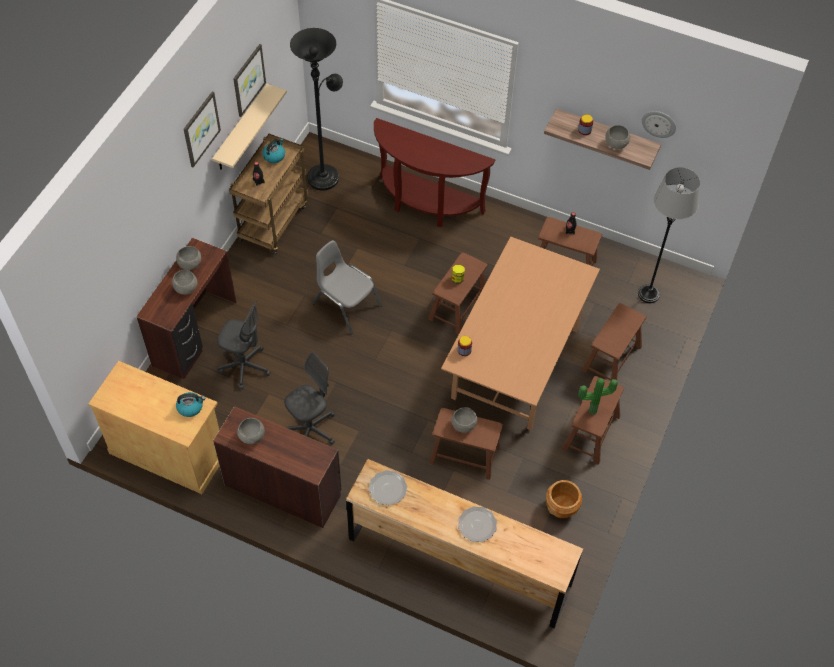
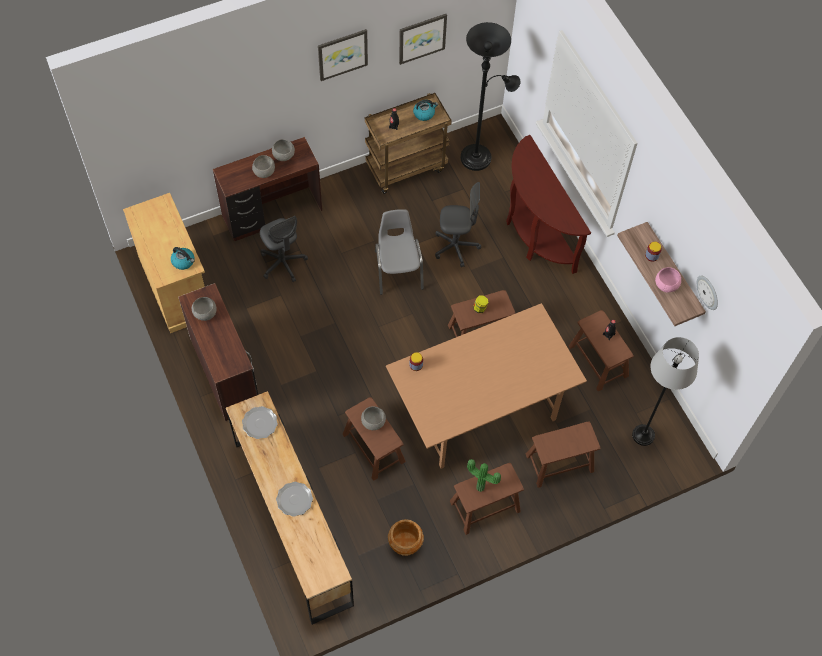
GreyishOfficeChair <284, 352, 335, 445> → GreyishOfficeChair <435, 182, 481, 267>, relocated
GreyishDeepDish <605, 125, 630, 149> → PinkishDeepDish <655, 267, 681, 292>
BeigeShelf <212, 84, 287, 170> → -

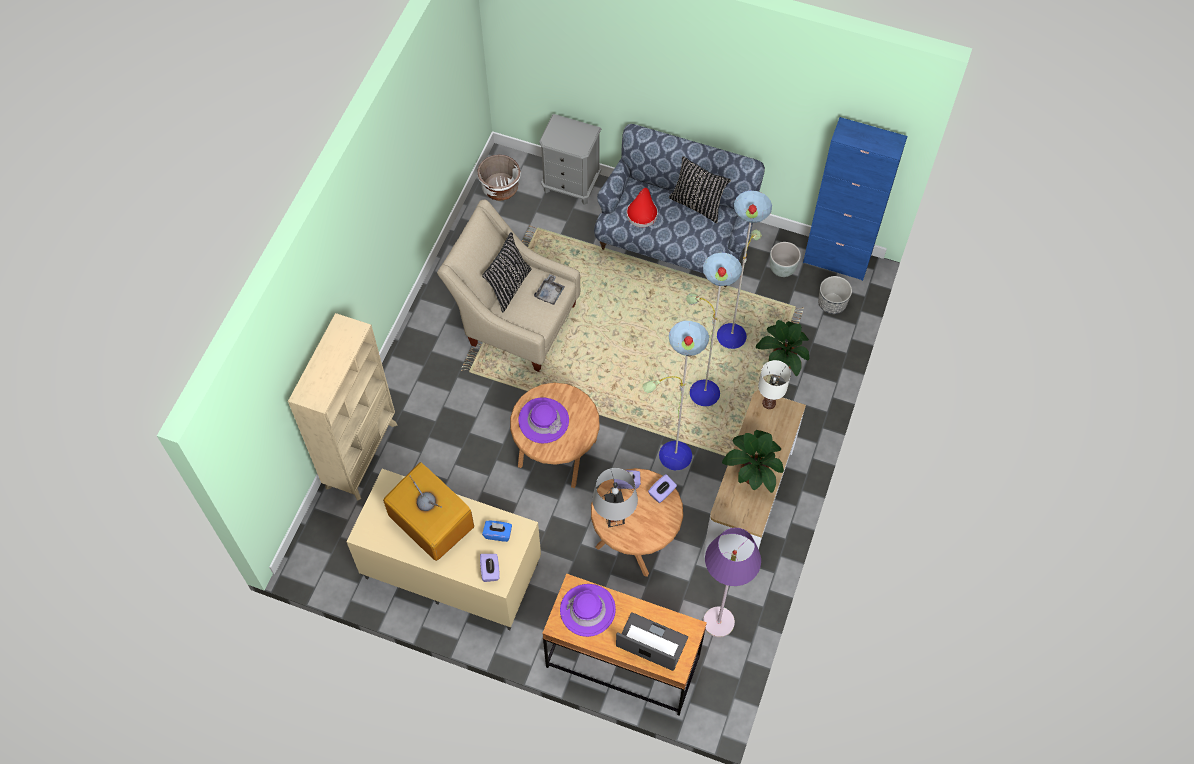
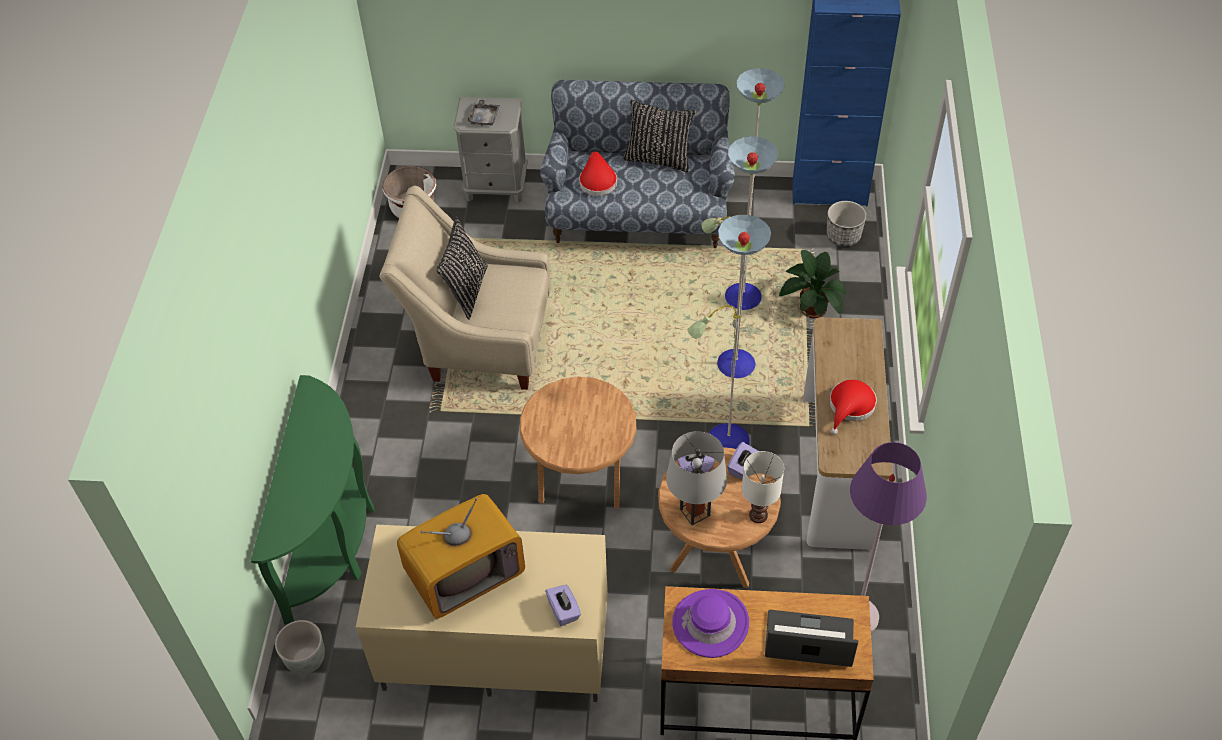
BeigeShelvingUnit <288, 313, 397, 501> → GreenNarrowTable <251, 375, 374, 625>
GreyishPlantPot <770, 242, 801, 277> → GreyishPlantPot <275, 620, 325, 674>, relocated
Tv <383, 462, 474, 561> → Tv <397, 494, 525, 619>, 120 degrees clockwise
GreyishTray <534, 274, 565, 305> → GreyishTray <468, 98, 500, 126>, relocated
WhitishTableLamp <758, 360, 791, 409> → WhitishTableLamp <742, 451, 784, 523>, relocated
Houseplant <722, 430, 784, 493> → RedClothingHat <829, 380, 877, 435>
BluishTissueHolder <482, 521, 512, 542> → -
PurplishClothingHat <518, 397, 569, 444> → -

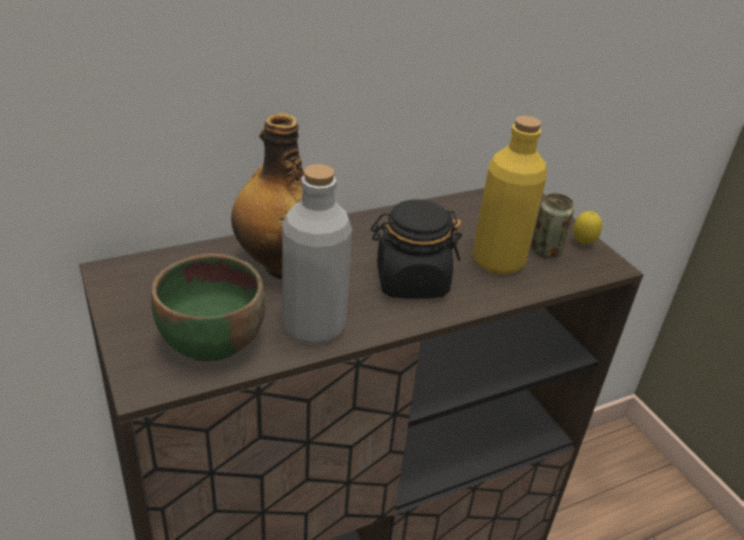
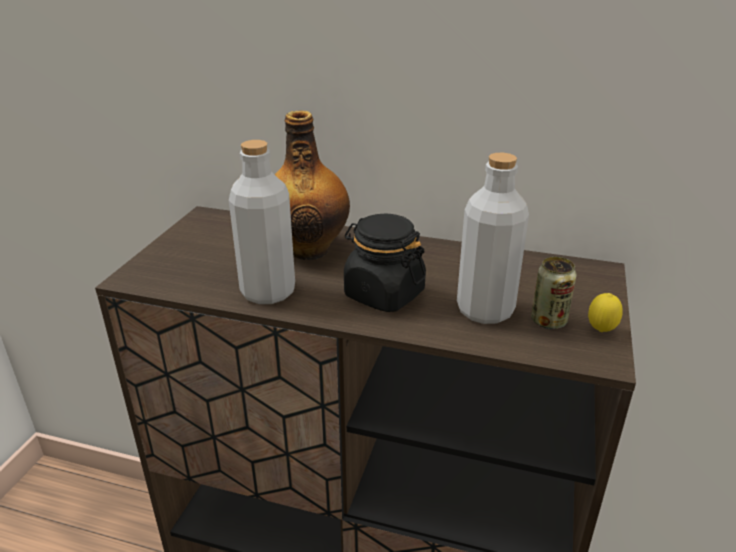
YellowDrinkBottle <472, 116, 547, 275> → GreyishDrinkBottle <457, 153, 529, 324>
GreenDeepDish <151, 253, 265, 361> → -

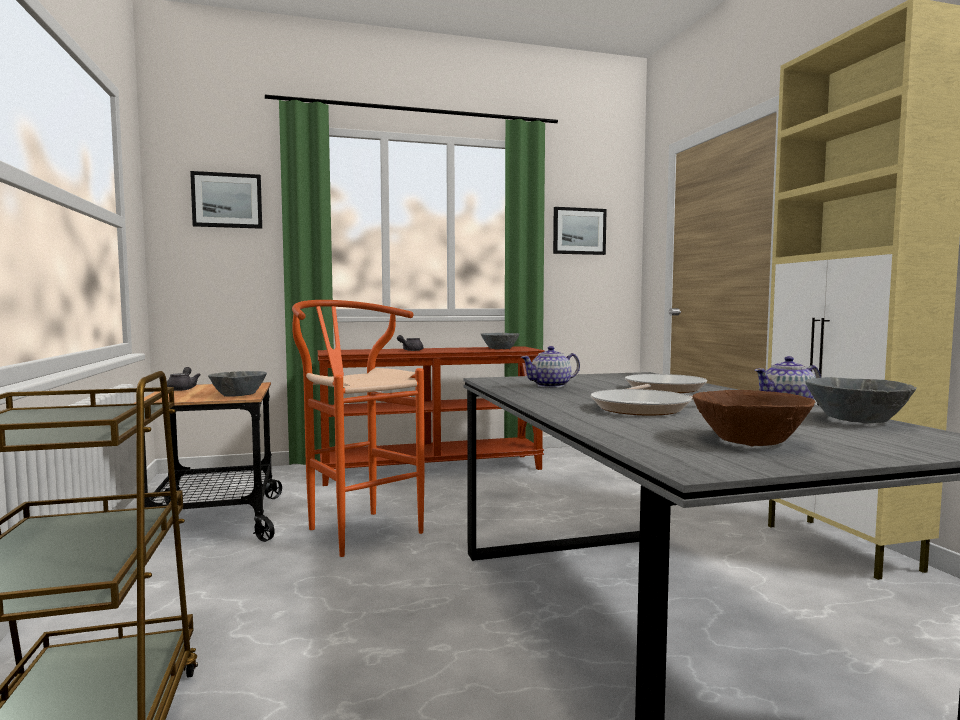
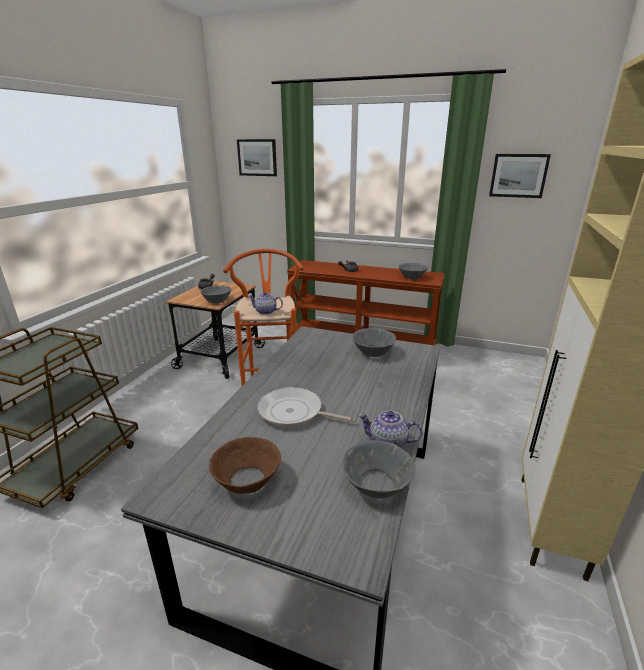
PotForTea <521, 346, 580, 388> → PotForTea <248, 292, 283, 315>, relocated
- → GreyishDeepDish <352, 328, 396, 357>
Pan <625, 374, 707, 393> → -

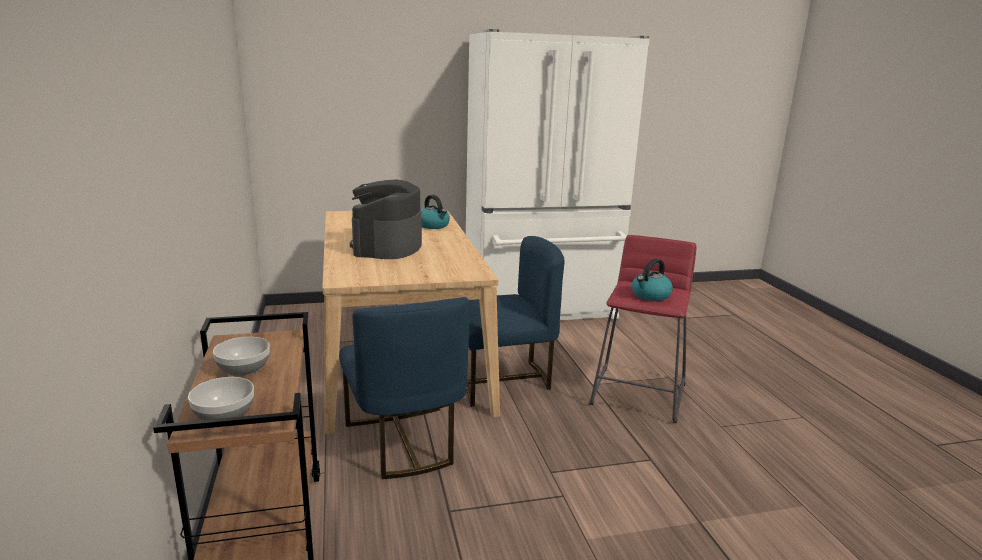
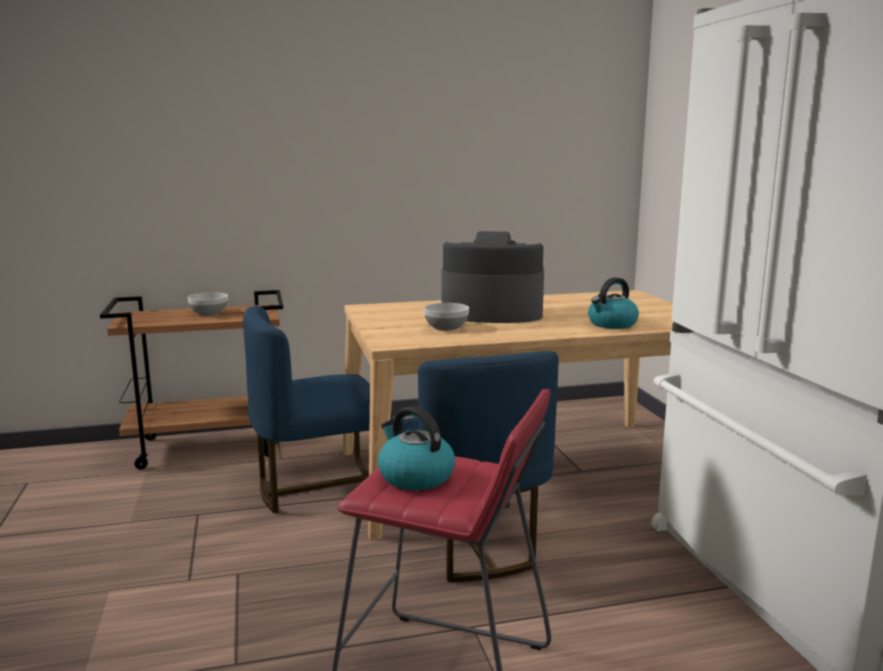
DeepDish <188, 377, 254, 420> → DeepDish <424, 303, 469, 331>, relocated

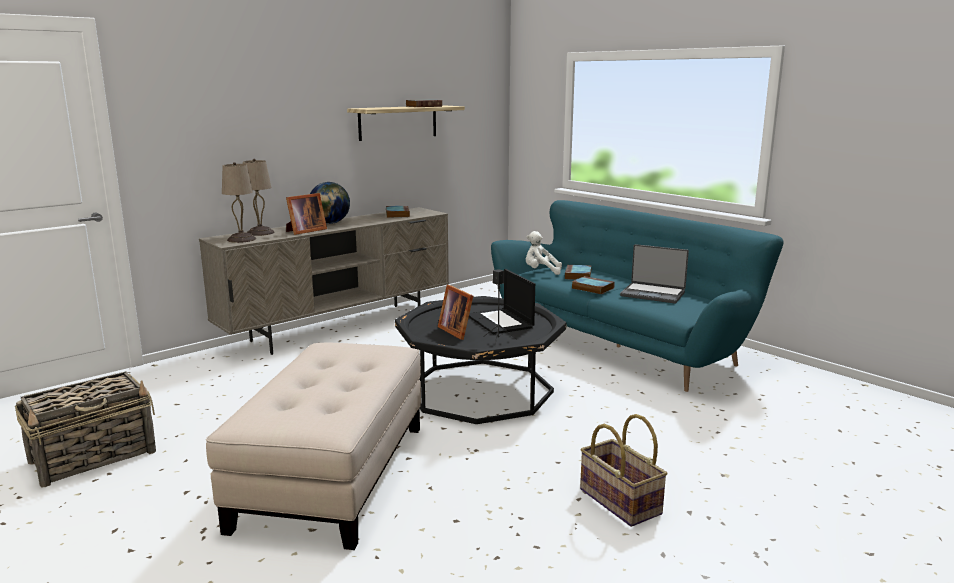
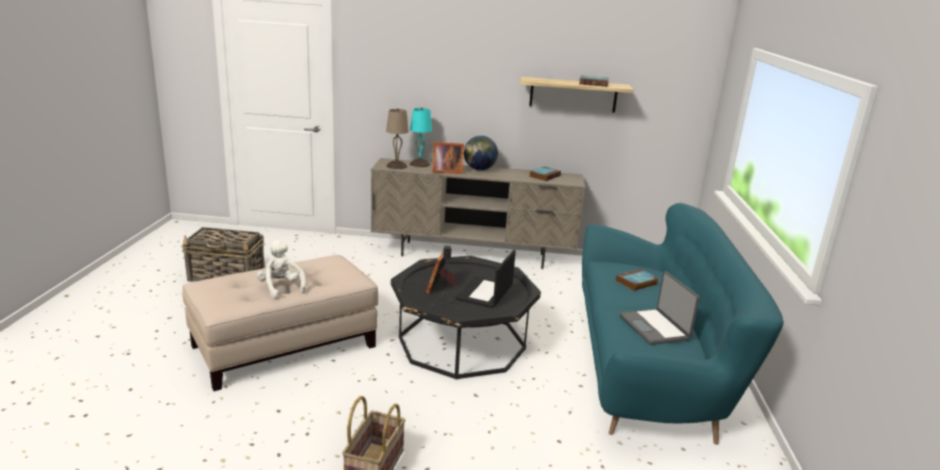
WhitishPlushToy <526, 231, 562, 275> → WhitishPlushToy <257, 240, 306, 298>, relocated
BeigeTableLamp <243, 159, 274, 236> → BlueGreenTableLamp <410, 108, 432, 167>
BoundBook <572, 276, 615, 294> → -

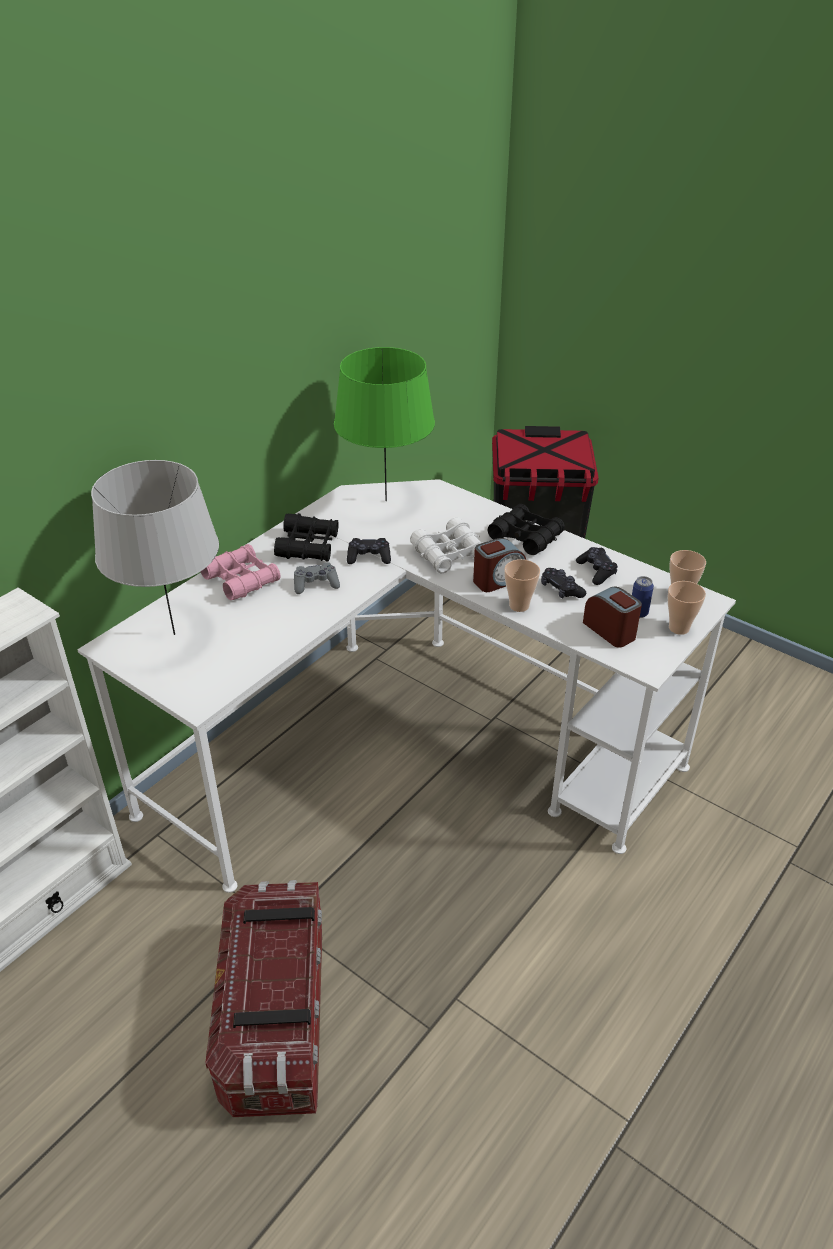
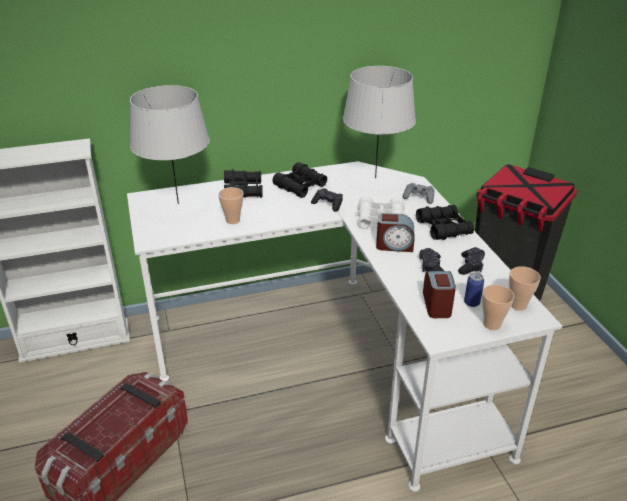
Cup <504, 559, 540, 612> → Cup <218, 187, 243, 224>, relocated
PinkishPairOfBinoculars <200, 544, 281, 600> → BlackColouredPairOfBinoculars <224, 169, 263, 198>
GreenTableLamp <334, 347, 435, 501> → GreyishTableLamp <343, 66, 416, 178>
GreyishJoypad <294, 562, 340, 594> → GreyishJoypad <403, 183, 435, 204>, relocated

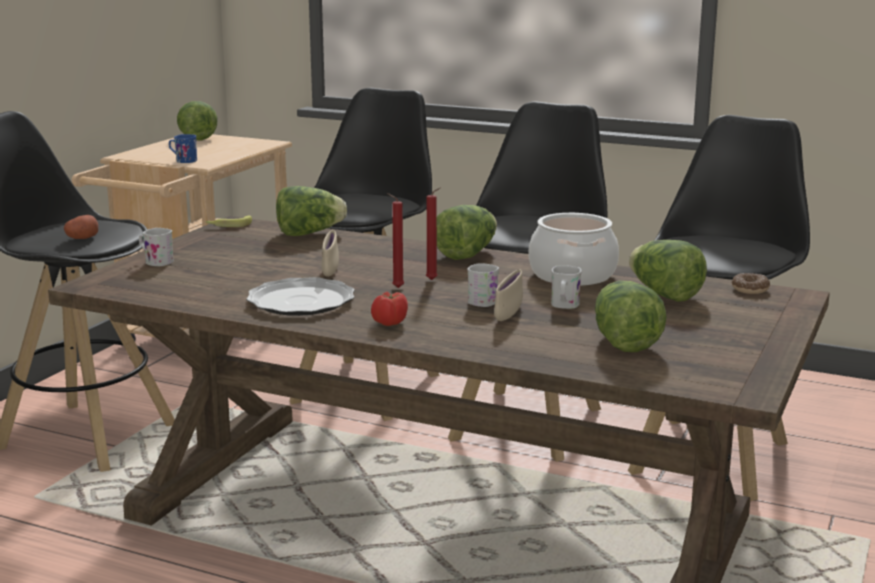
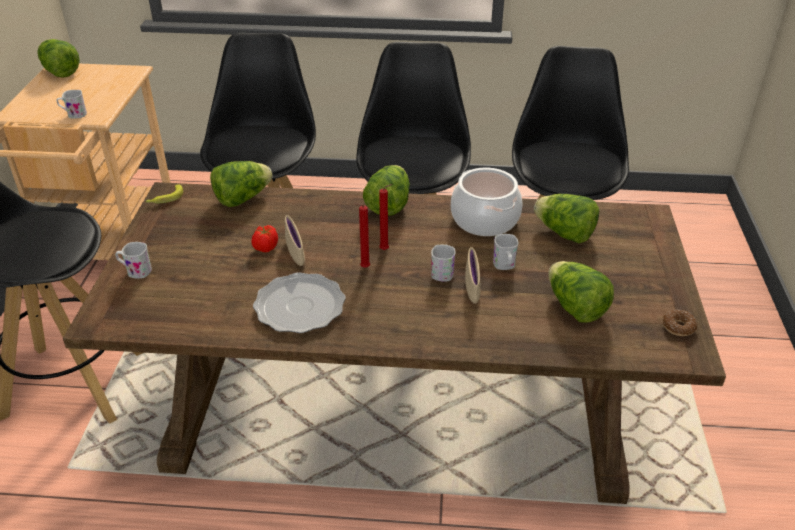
BluishCoffeeMug <169, 134, 197, 163> → WhitishCoffeeMug <56, 90, 87, 119>
FreshTomato <371, 292, 408, 326> → FreshTomato <251, 225, 278, 252>, relocated
Donut <732, 273, 770, 294> → Donut <663, 310, 697, 336>, relocated
Spud <64, 215, 98, 239> → -

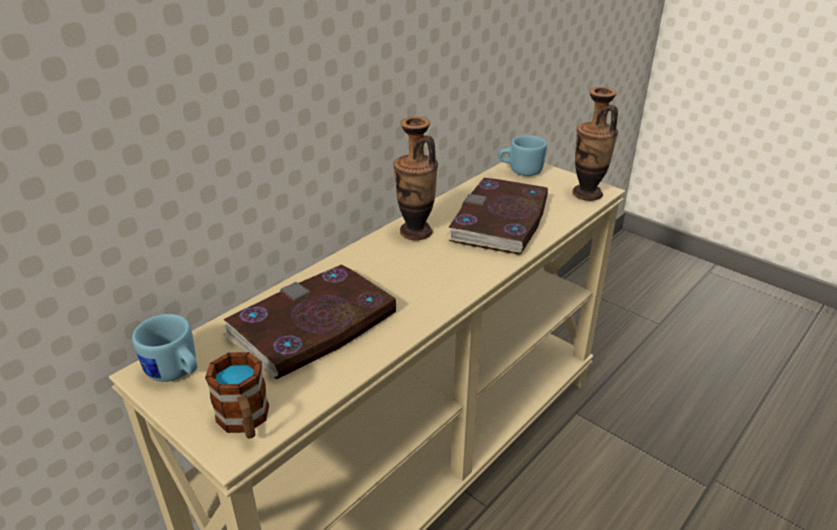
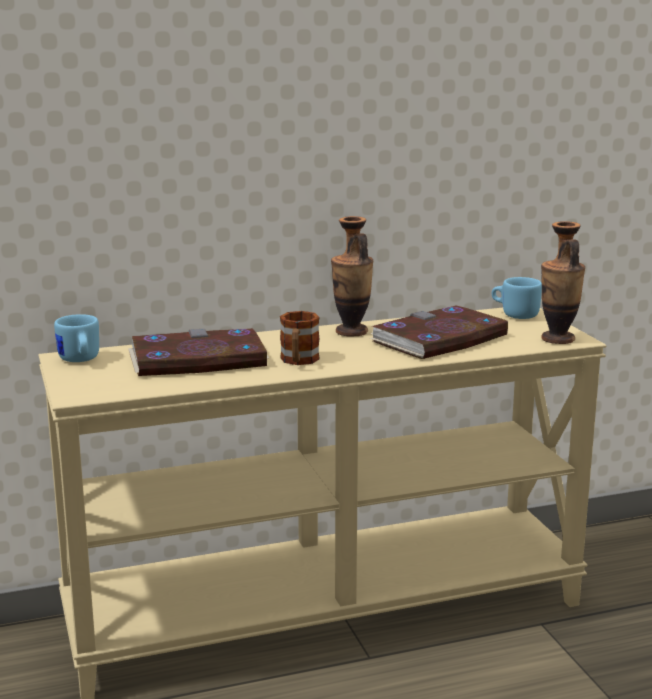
CoffeeMug <205, 352, 269, 439> → CoffeeMug <280, 311, 320, 365>, relocated

